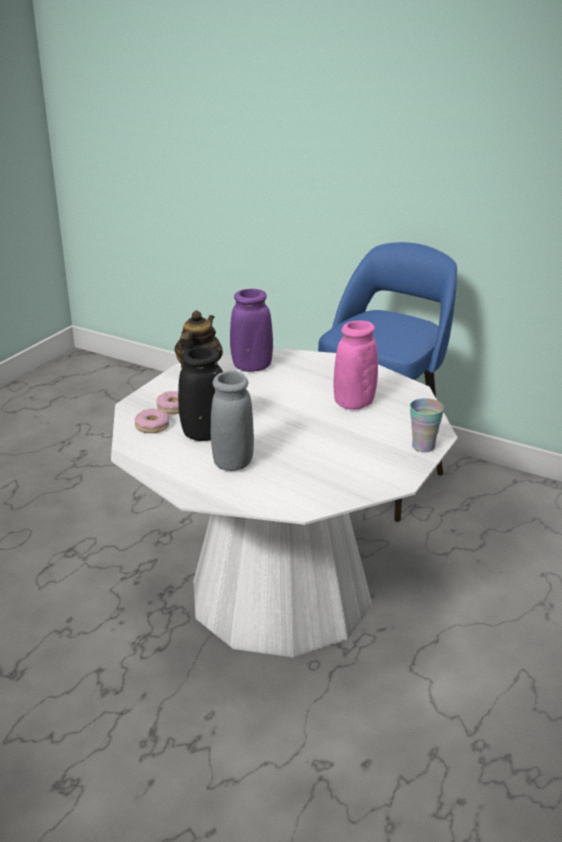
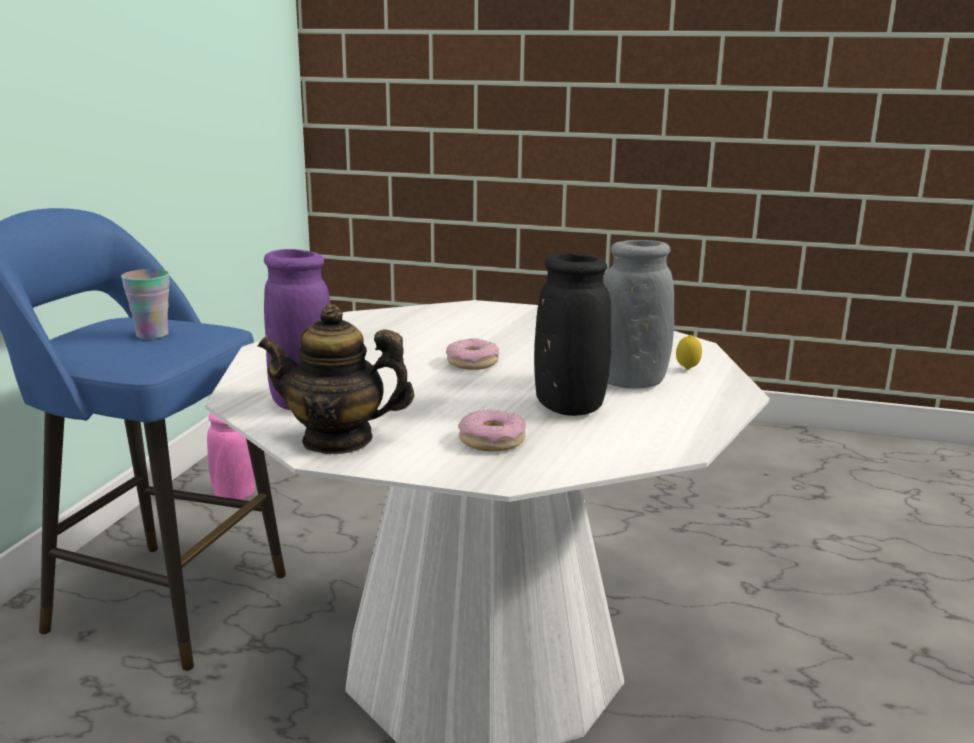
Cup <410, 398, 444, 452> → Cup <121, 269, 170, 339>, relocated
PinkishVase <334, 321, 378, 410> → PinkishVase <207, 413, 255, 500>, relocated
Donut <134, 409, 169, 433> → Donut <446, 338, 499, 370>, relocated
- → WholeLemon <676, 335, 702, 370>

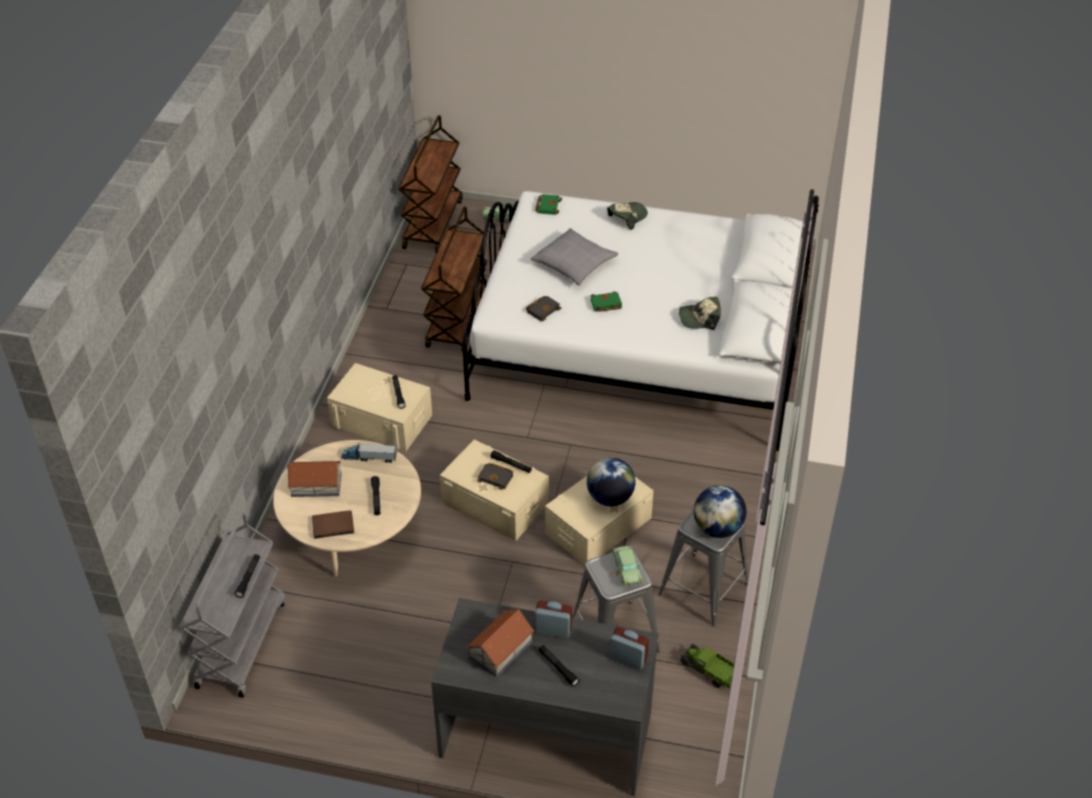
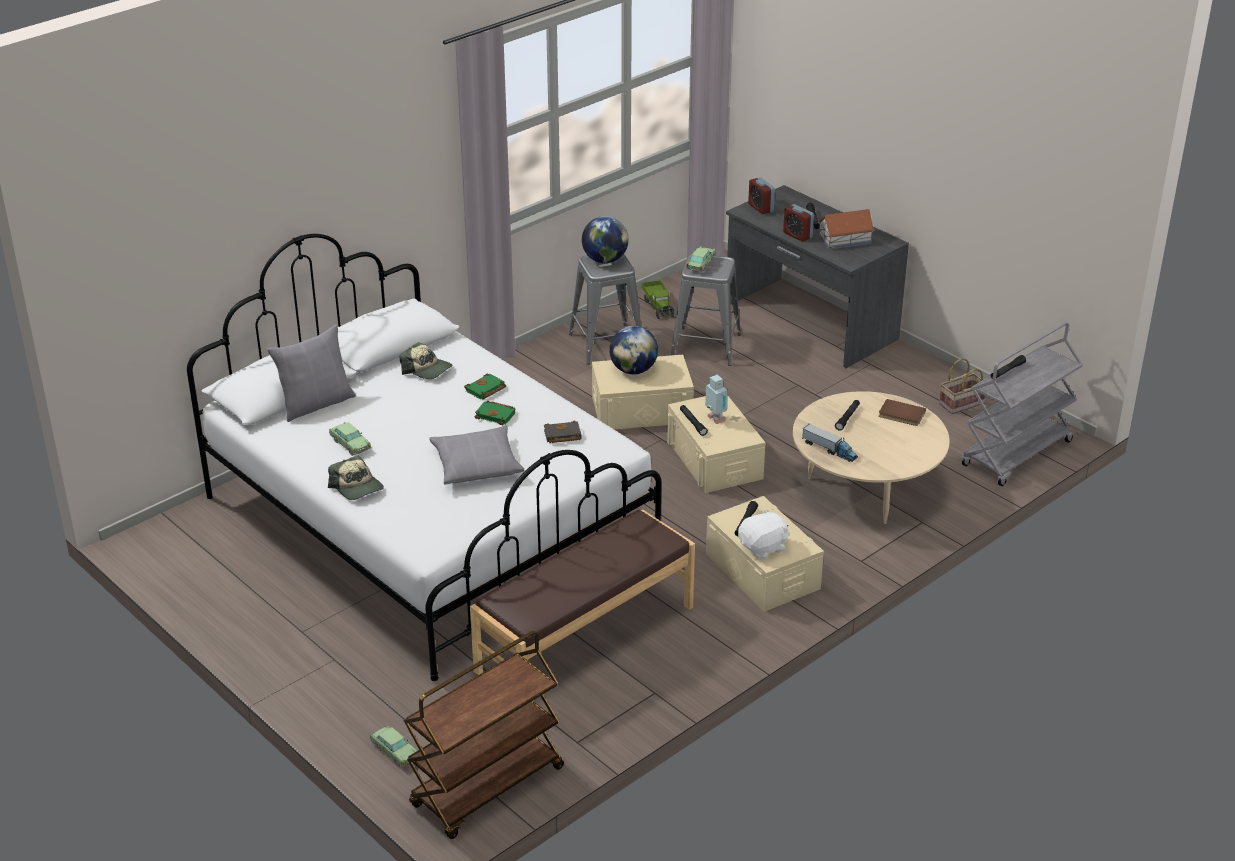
- → GreyishCushion <267, 325, 356, 422>
BaseballCap <607, 202, 648, 230> → BaseballCap <328, 455, 384, 500>, 120 degrees counterclockwise
- → MiniatureCar <329, 422, 371, 456>
GreenBoundBook <535, 194, 562, 215> → GreenBoundBook <464, 373, 506, 399>, relocated
BrownColouredWheeledCart <421, 206, 487, 352> → BrownColouredLongSeat <470, 510, 695, 675>
BlackColouredBoundBook <477, 463, 513, 490> → RobotFigure <705, 374, 728, 424>
- → WhitishPlushToy <738, 509, 788, 559>
- → Basket <939, 358, 985, 414>
ModelHouse <287, 461, 342, 497> → -

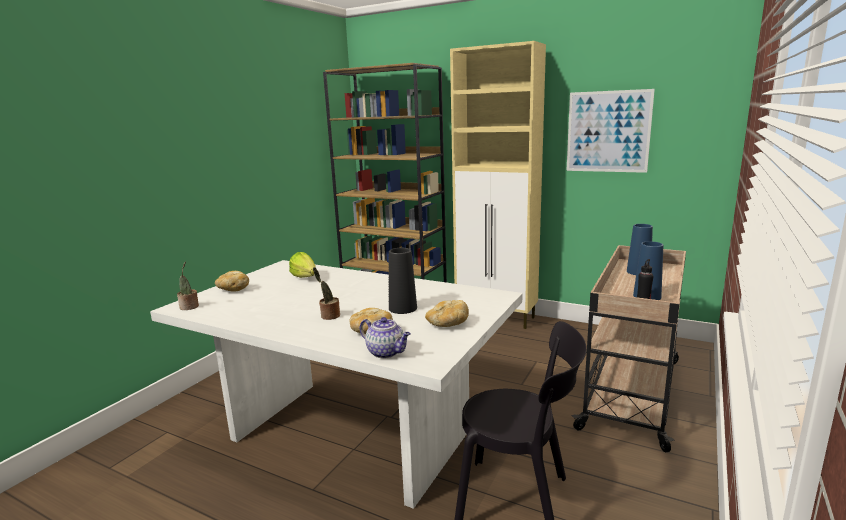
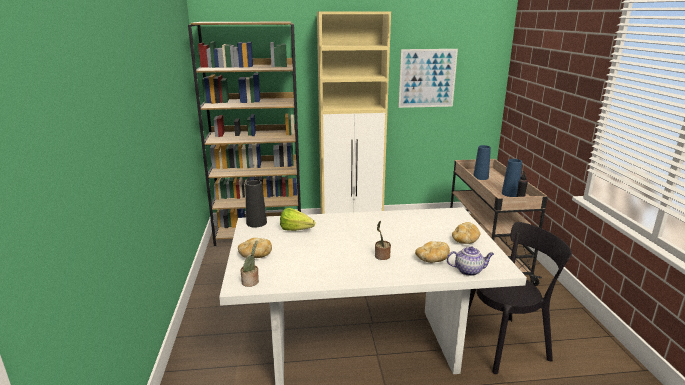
BlackColouredVase <389, 248, 417, 314> → BlackColouredVase <245, 180, 267, 227>, relocated

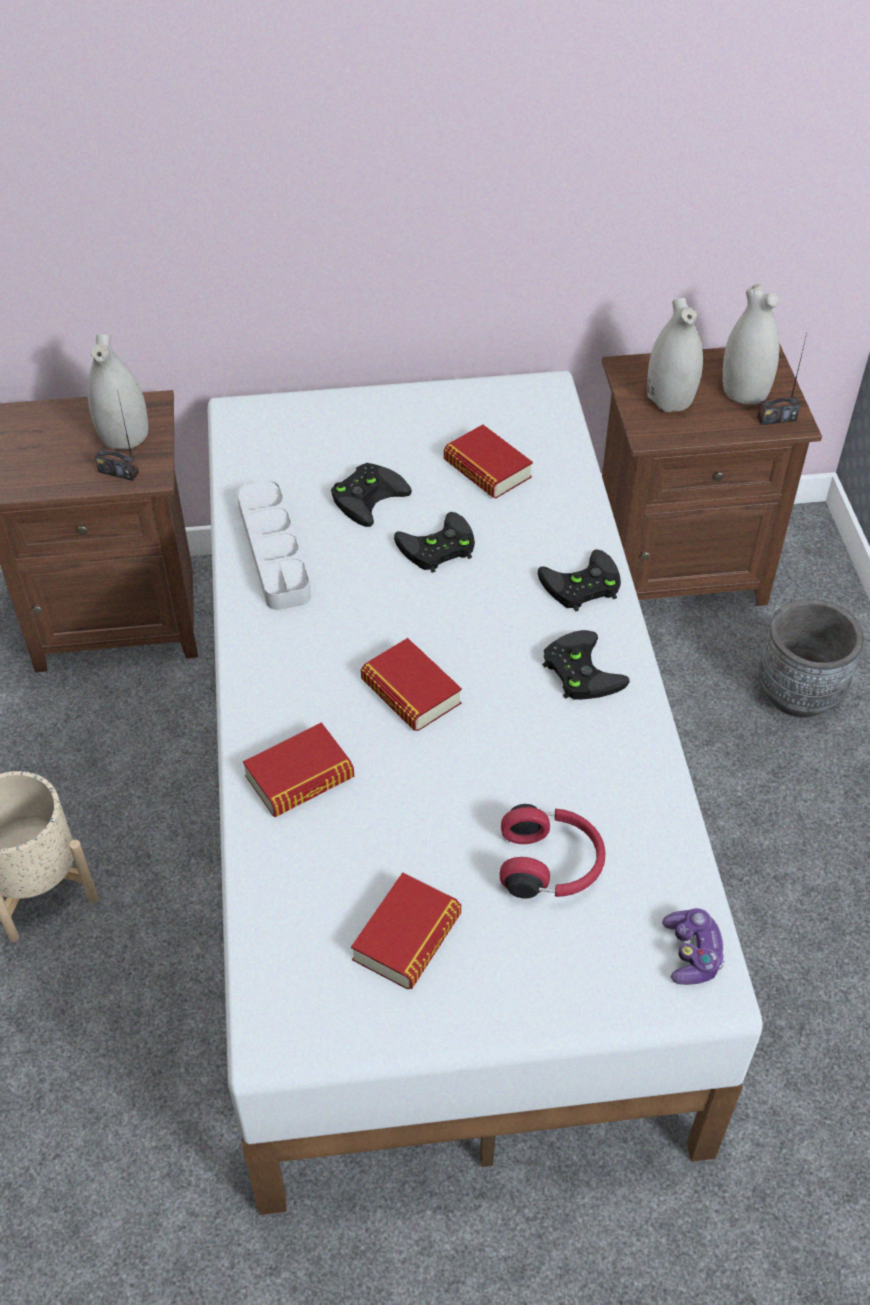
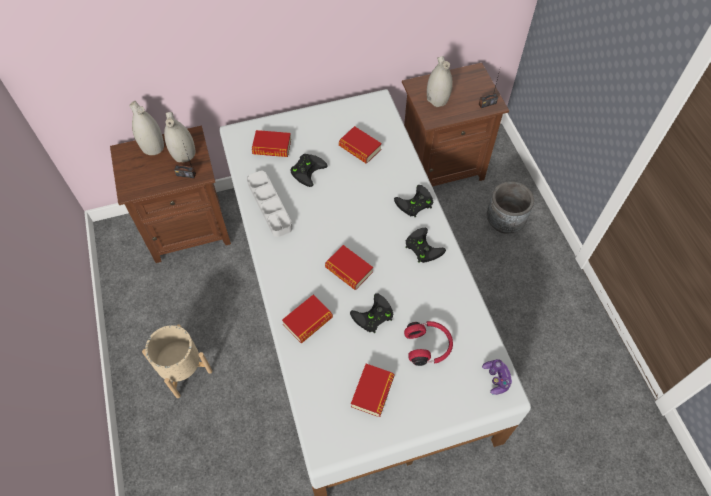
WhitishVase <723, 284, 780, 405> → WhitishVase <129, 101, 164, 155>, relocated
- → BoundBook <252, 130, 291, 157>
BlackColouredJoypad <394, 512, 475, 573> → BlackColouredJoypad <350, 293, 393, 333>, relocated

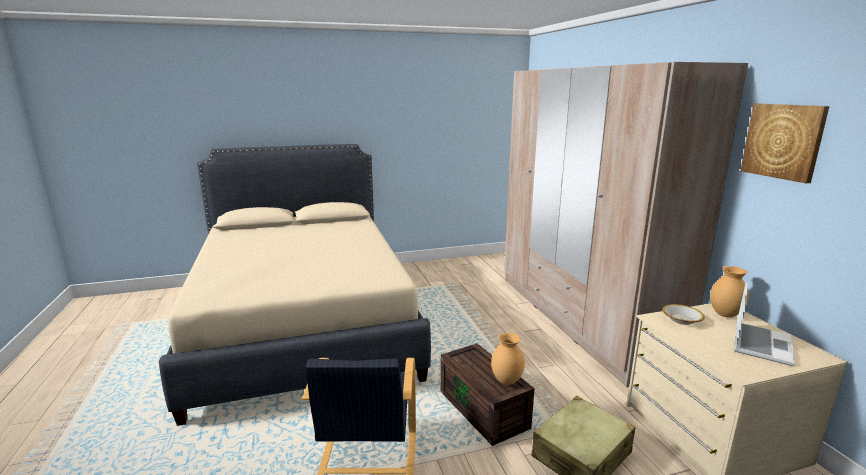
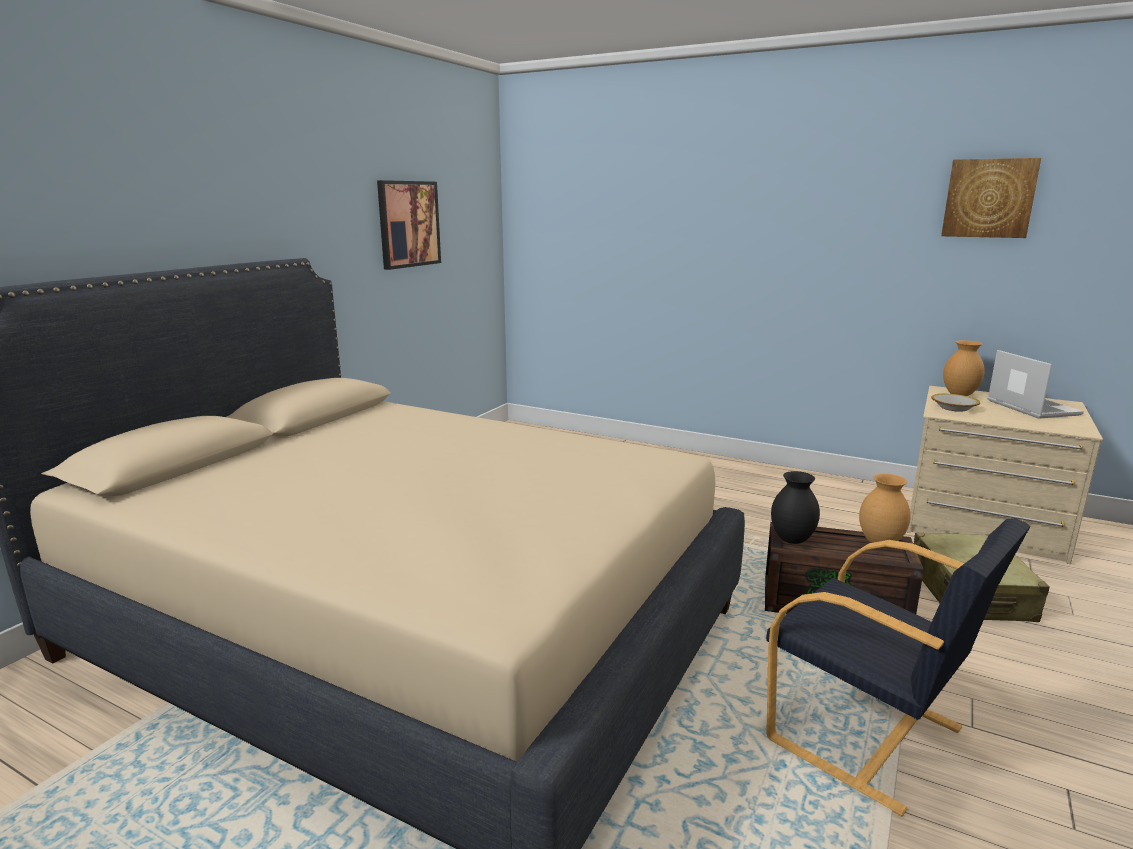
- → Picture <377, 180, 441, 270>
- → BlackColouredVase <771, 471, 820, 544>
BeigeClothesCupboard <504, 62, 748, 387> → -

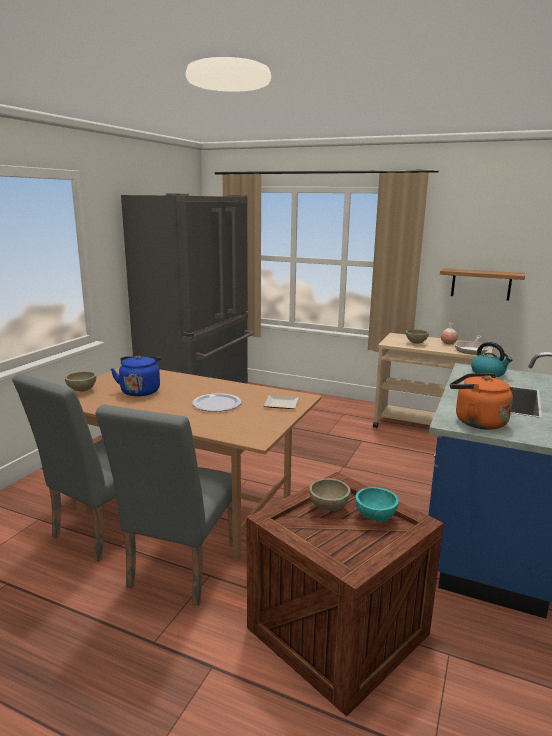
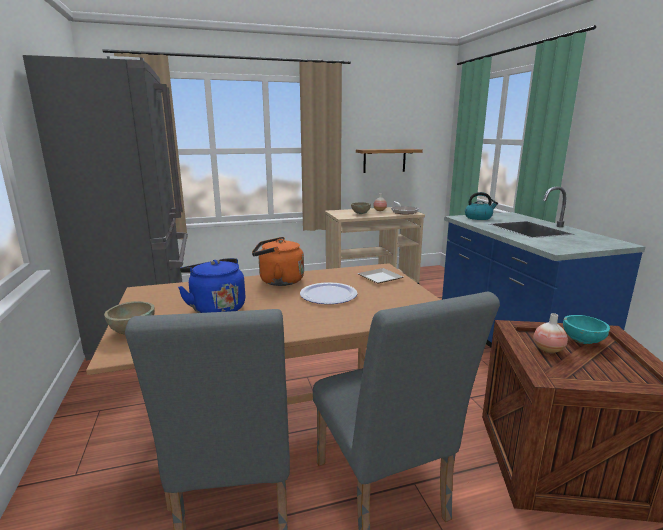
OrangeWaterKettle <450, 373, 513, 430> → OrangeWaterKettle <252, 237, 304, 286>, relocated
BeigeDeepDish <309, 478, 351, 511> → Vase <534, 313, 568, 353>

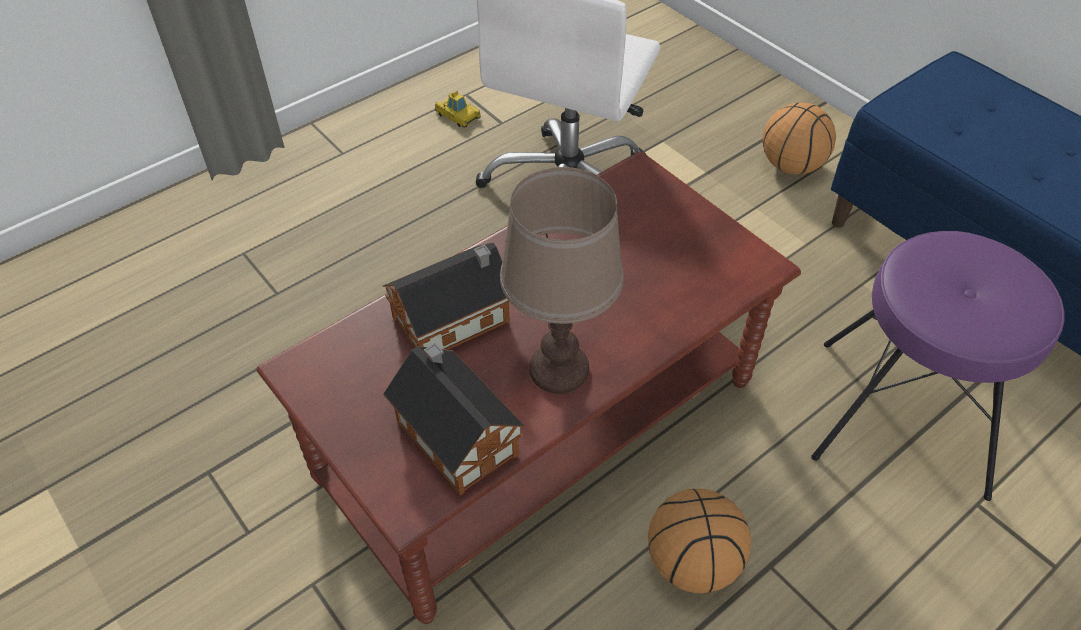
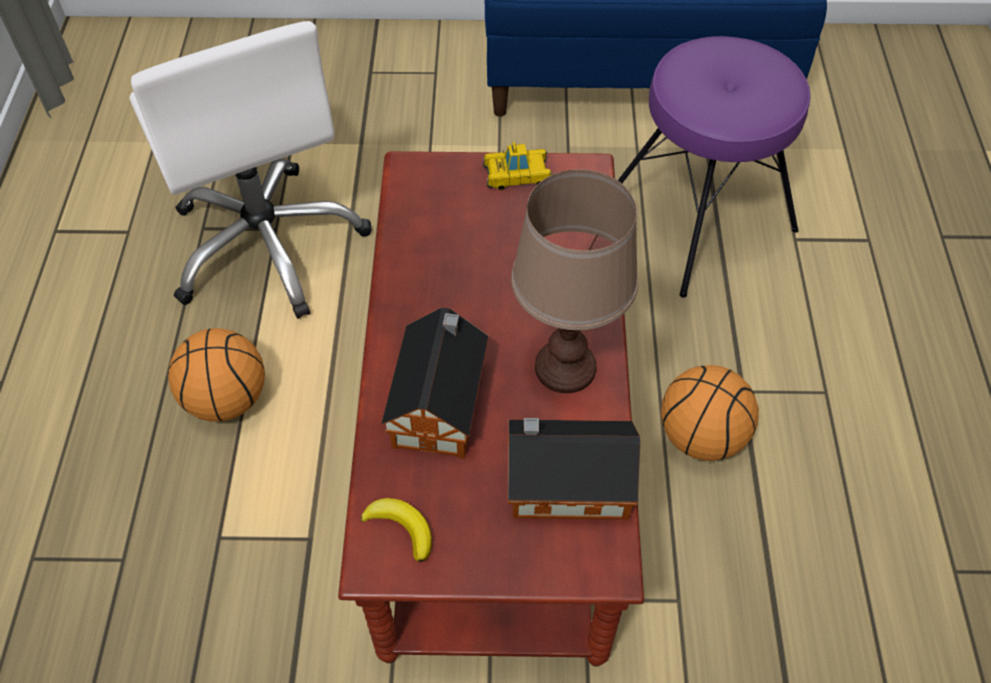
Basketball <762, 102, 836, 174> → Basketball <168, 328, 265, 421>, relocated
- → Banana <361, 498, 432, 562>
MiniatureCar <435, 91, 481, 128> → MiniatureCar <483, 142, 553, 190>, relocated

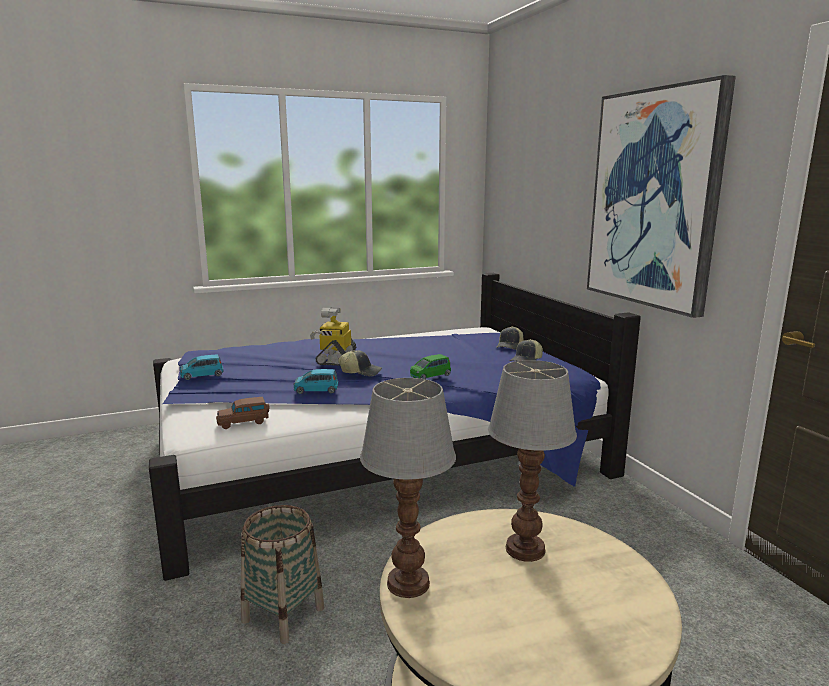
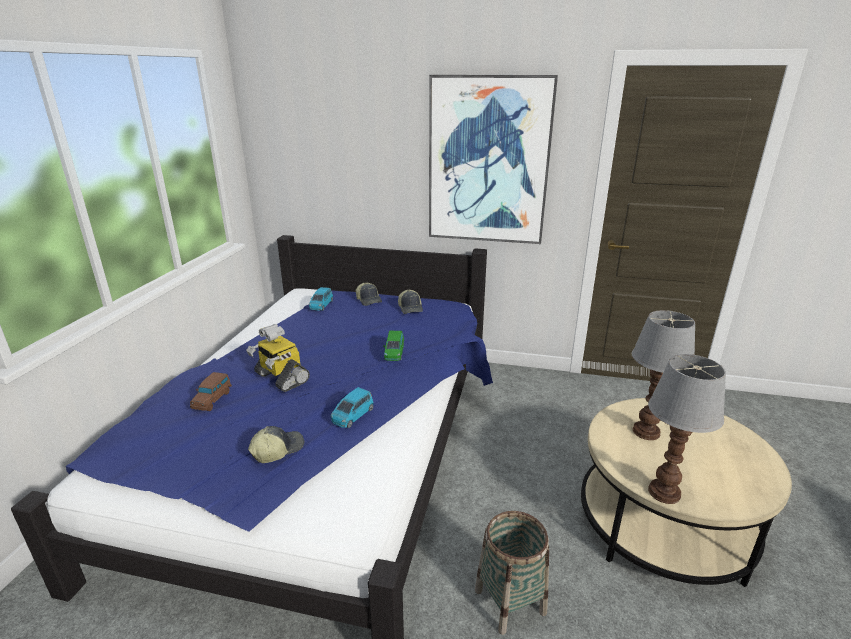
BrownColouredMiniatureCar <216, 397, 269, 429> → BrownColouredMiniatureCar <190, 372, 232, 411>, relocated
BaseballCap <338, 350, 382, 376> → BaseballCap <248, 426, 304, 463>, relocated
BluishMiniatureCar <180, 355, 223, 380> → BluishMiniatureCar <309, 287, 333, 311>, relocated

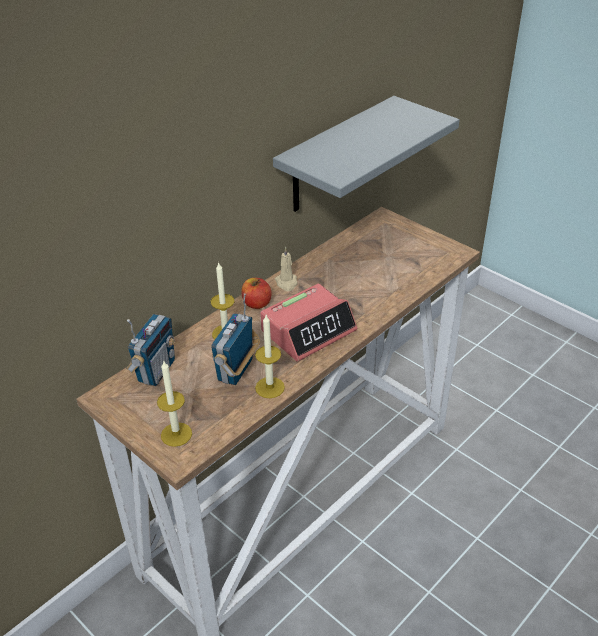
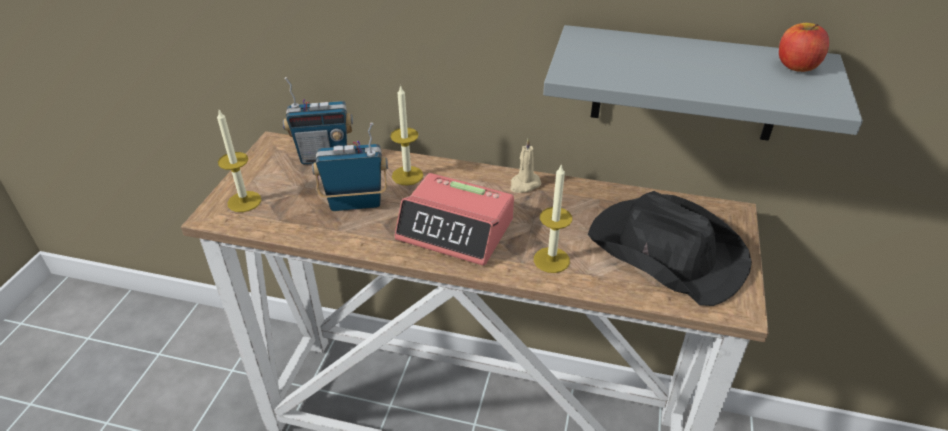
WaxLight <255, 315, 285, 398> → WaxLight <534, 164, 572, 273>, relocated
- → BlackColouredClothingHat <588, 191, 752, 306>
AppleFruit <241, 278, 272, 309> → AppleFruit <779, 23, 829, 72>, relocated

